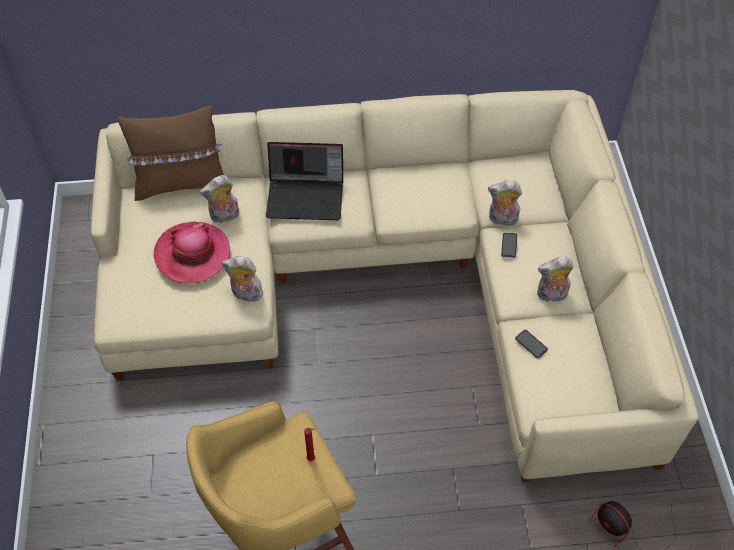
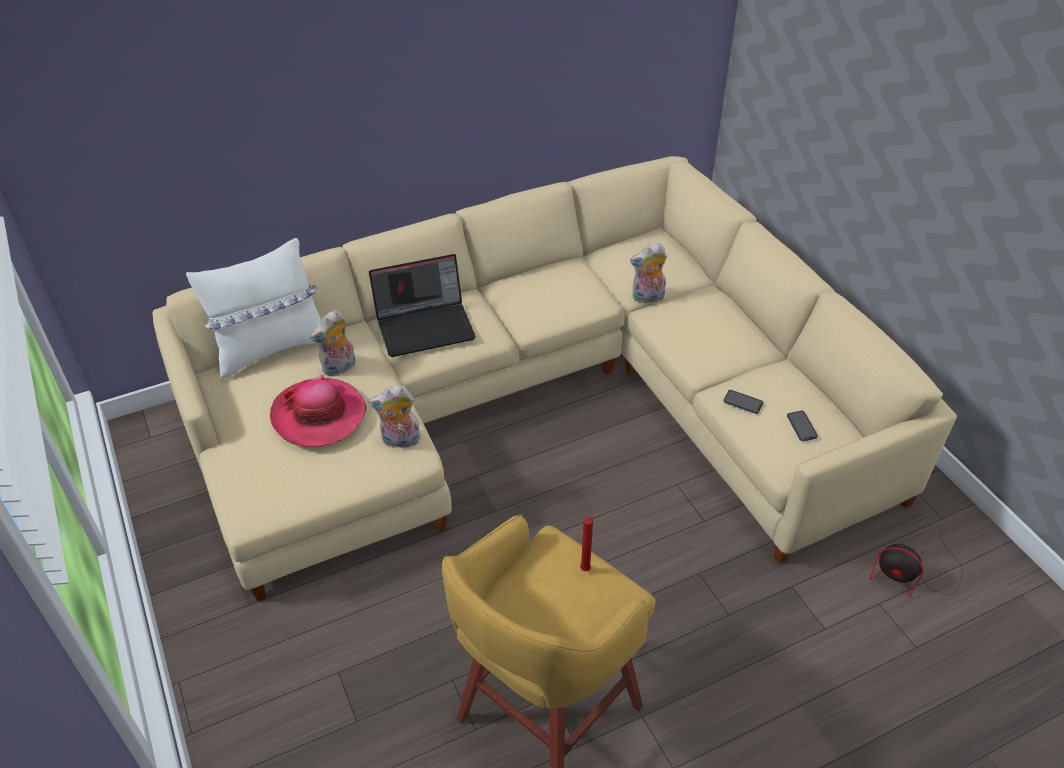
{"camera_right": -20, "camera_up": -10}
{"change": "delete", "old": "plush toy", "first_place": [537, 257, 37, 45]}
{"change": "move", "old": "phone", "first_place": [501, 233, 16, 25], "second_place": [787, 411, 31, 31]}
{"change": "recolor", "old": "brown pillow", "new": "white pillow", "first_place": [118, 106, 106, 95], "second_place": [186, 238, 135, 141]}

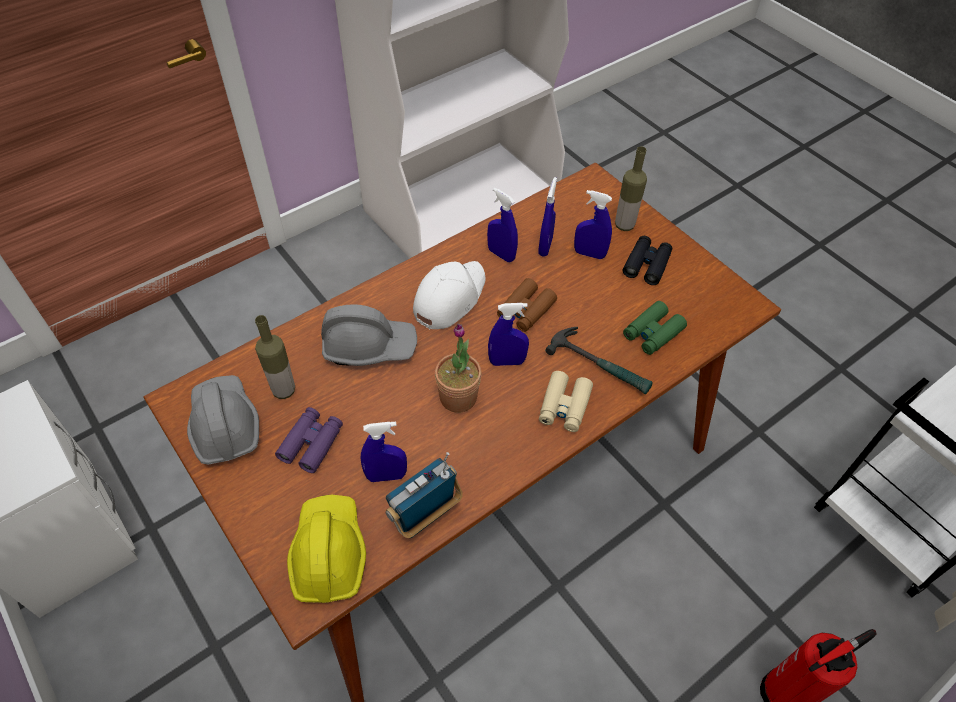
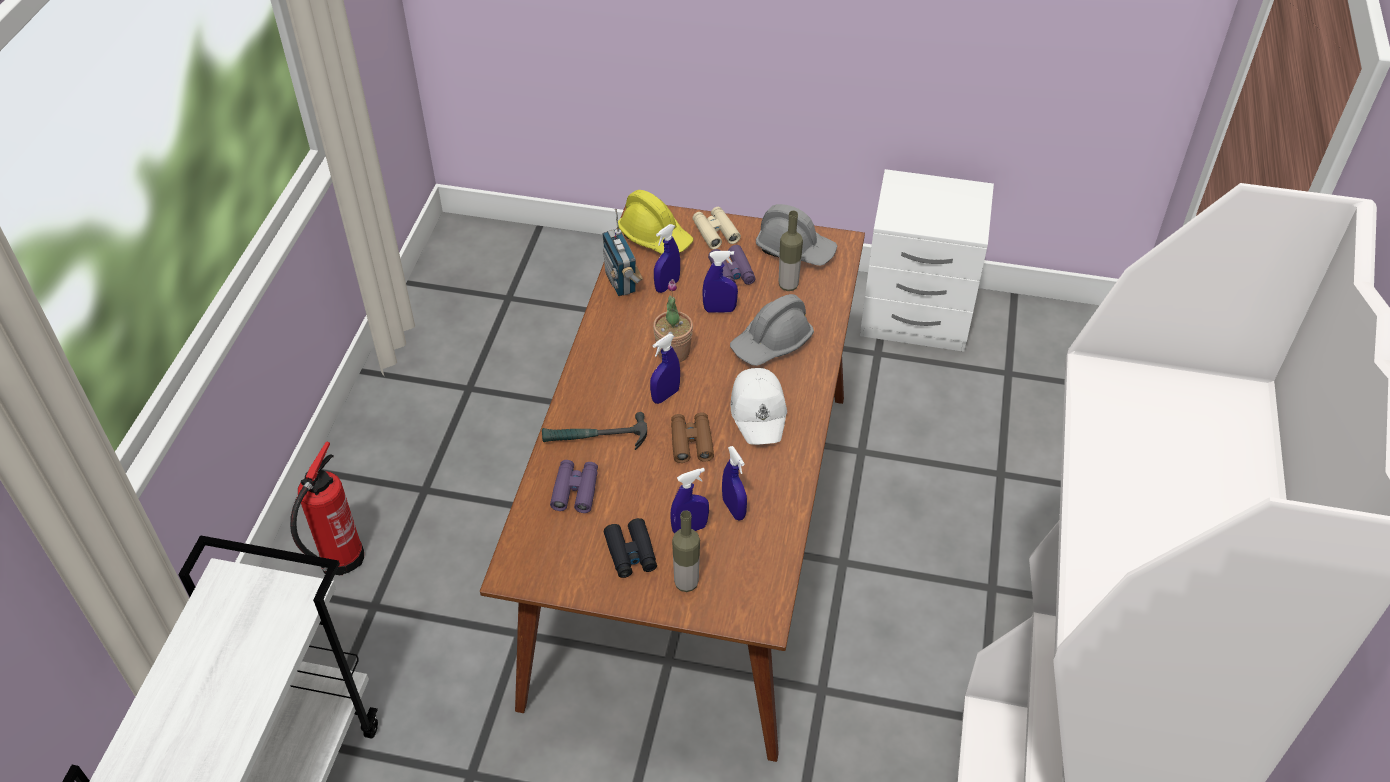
{"camera_right": 140, "camera_up": -5}
{"change": "move", "old": "blue spray bottle", "first_place": [487, 188, 31, 74], "second_place": [702, 251, 36, 62]}
{"change": "move", "old": "beige binoculars", "first_place": [539, 371, 54, 61], "second_place": [693, 207, 48, 42]}
{"change": "recolor", "old": "green binoculars", "new": "purple binoculars", "first_place": [623, 301, 64, 54], "second_place": [550, 460, 48, 53]}
{"change": "rotate", "old": "radio", "first_place": [385, 452, 78, 86], "second_place": [602, 209, 41, 87], "degrees": 150}

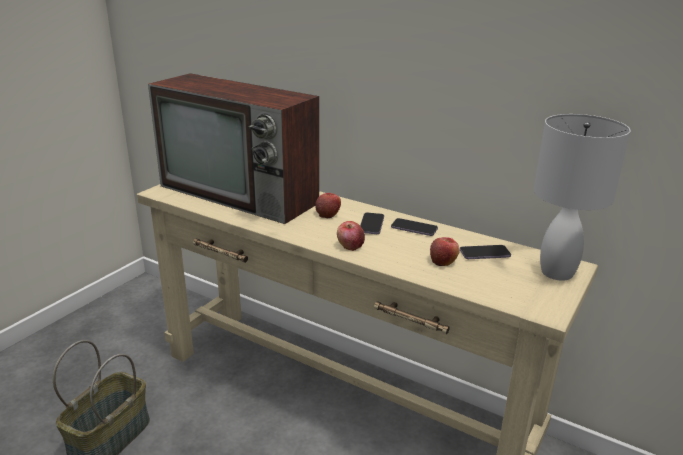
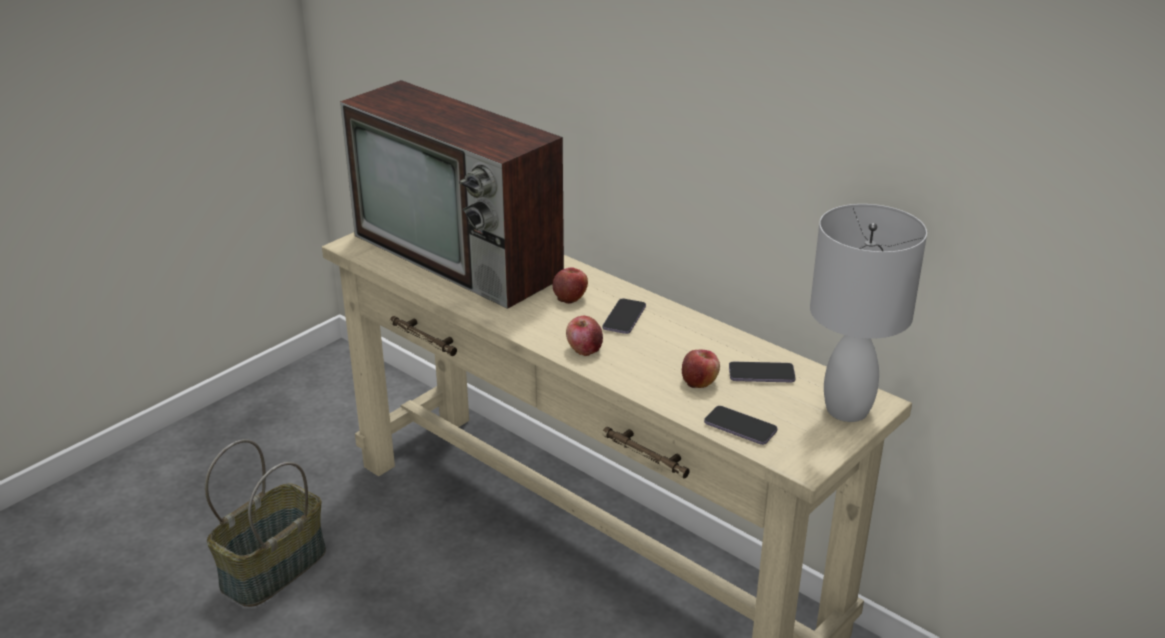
{"camera_right": 10, "camera_up": 5}
{"change": "move", "old": "phone", "first_place": [391, 218, 47, 18], "second_place": [704, 406, 73, 39]}

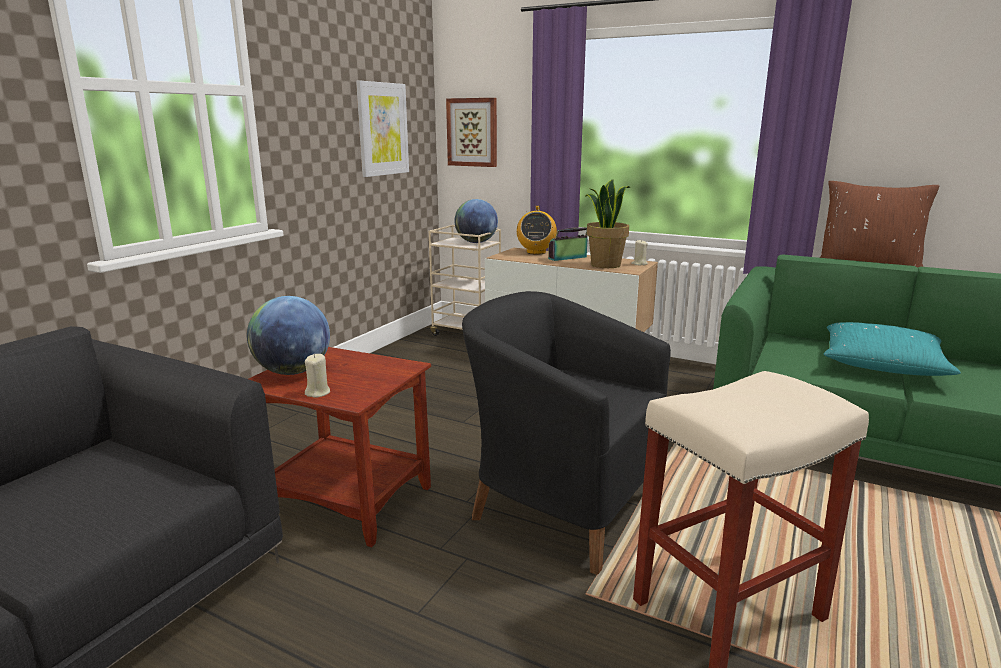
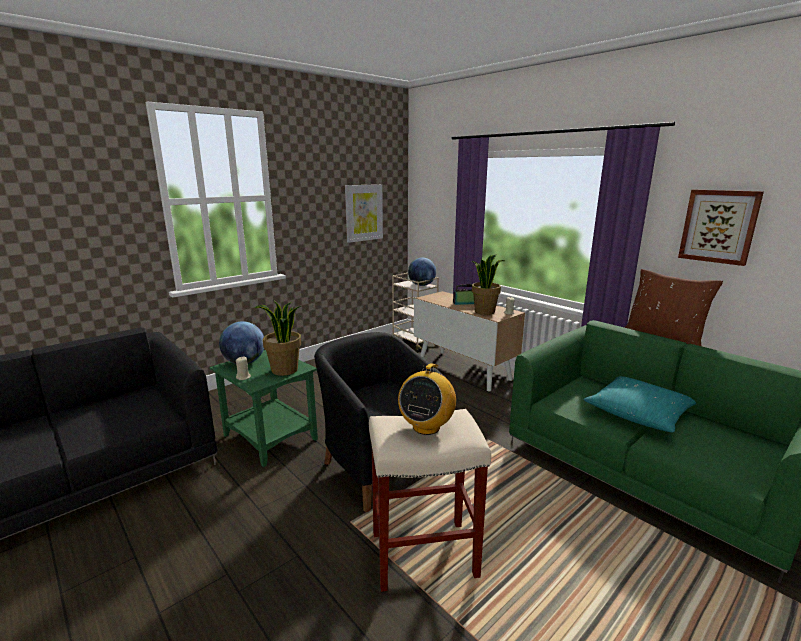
{"camera_right": 20, "camera_up": 0}
{"change": "insert", "new": "potted plant", "second_place": [255, 301, 46, 75]}
{"change": "move", "old": "picture", "first_place": [446, 98, 51, 69], "second_place": [678, 189, 86, 77]}
{"change": "move", "old": "radio", "first_place": [517, 206, 40, 49], "second_place": [398, 363, 58, 72]}
{"change": "recolor", "old": "brown side table", "new": "green side table", "first_place": [249, 347, 182, 200], "second_place": [210, 350, 108, 117]}

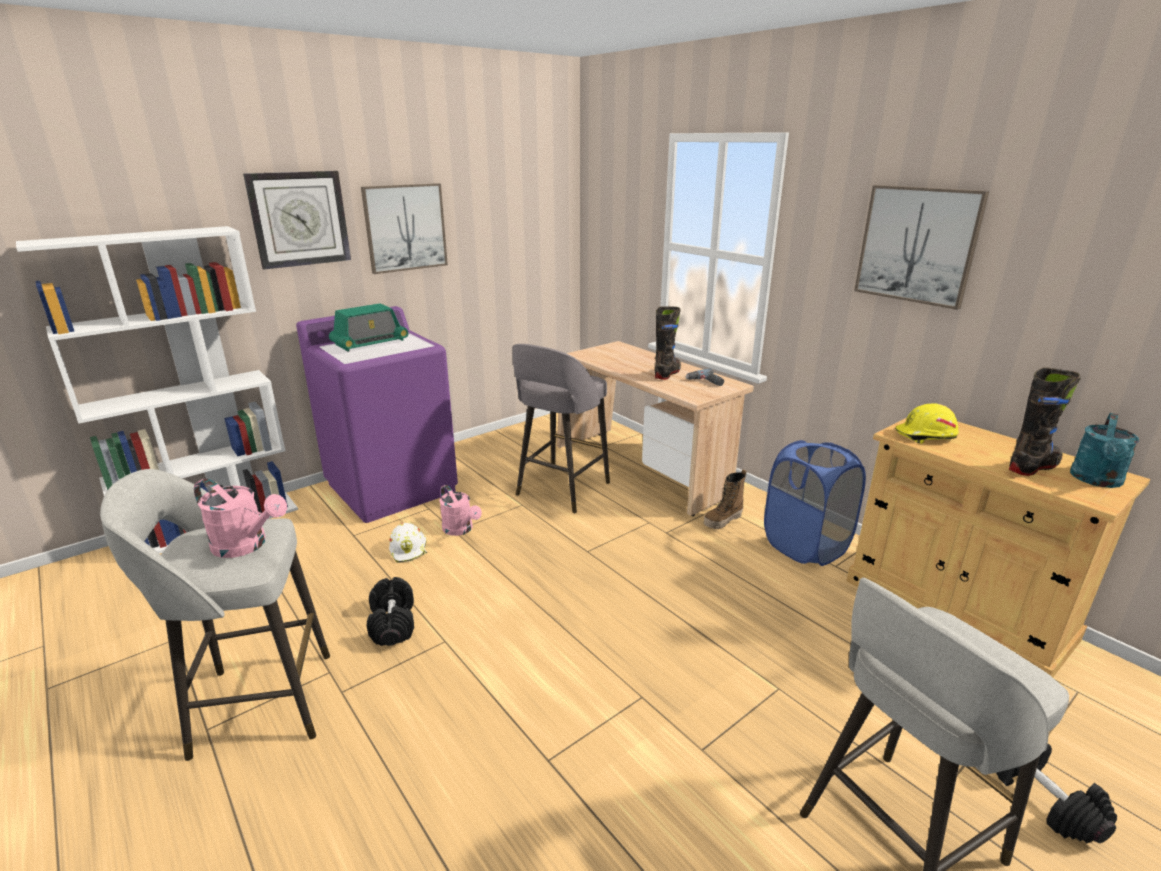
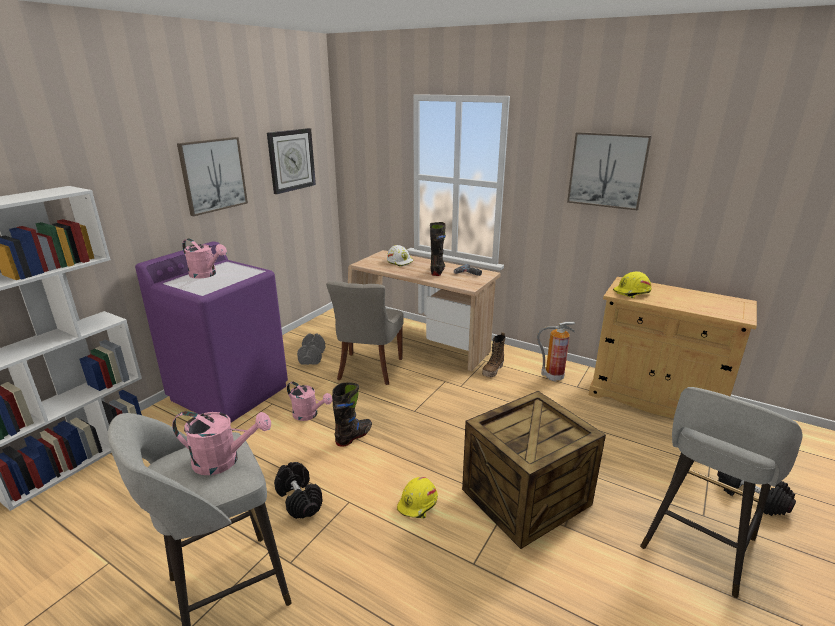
{"camera_right": -20, "camera_up": 0}
{"change": "delete", "old": "turquoise watering can", "first_place": [1070, 413, 69, 75]}
{"change": "insert", "new": "grey dumbbell", "second_place": [297, 333, 28, 32]}
{"change": "insert", "new": "yellow hard hat", "second_place": [397, 477, 41, 41]}
{"change": "insert", "new": "crate", "second_place": [462, 391, 144, 158]}
{"change": "move", "old": "wall clock", "first_place": [243, 171, 108, 99], "second_place": [267, 128, 49, 66]}
{"change": "move", "old": "white hard hat", "first_place": [389, 523, 38, 40], "second_place": [387, 245, 27, 22]}
{"change": "move", "old": "black boot", "first_place": [1009, 367, 72, 109], "second_place": [332, 382, 40, 65]}
{"change": "replace", "old": "radio", "new": "pink watering can", "first_place": [329, 303, 79, 49], "second_place": [182, 239, 45, 40]}
{"change": "replace", "old": "grey stool", "new": "grey chair", "first_place": [512, 344, 98, 169], "second_place": [326, 281, 78, 104]}
{"change": "replace", "old": "blue laundry basket", "new": "fire extinguisher", "first_place": [764, 440, 102, 126], "second_place": [537, 322, 38, 60]}

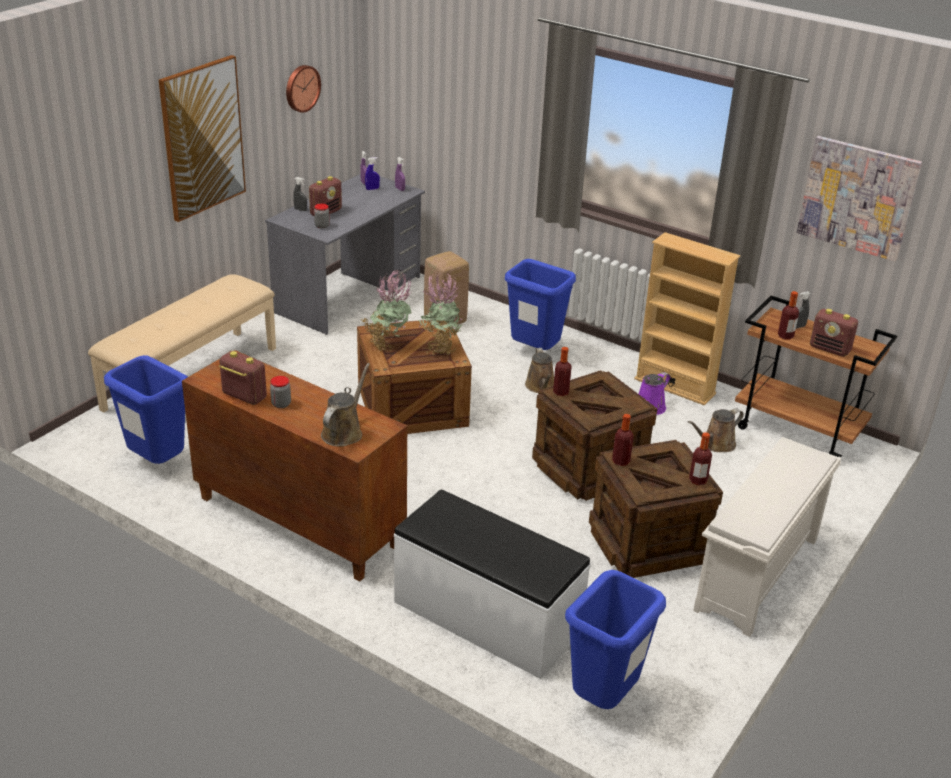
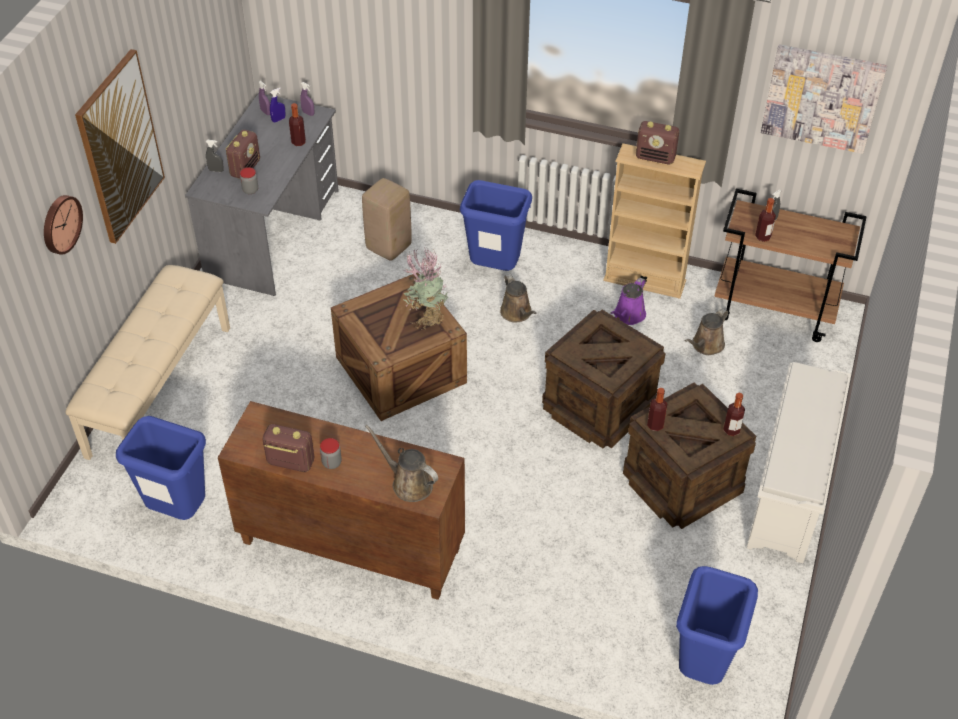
{"camera_right": -15, "camera_up": 15}
{"change": "delete", "old": "potted plant", "first_place": [361, 270, 50, 81]}
{"change": "delete", "old": "white bench", "first_place": [394, 490, 197, 189]}
{"change": "move", "old": "wall clock", "first_place": [286, 65, 35, 48], "second_place": [44, 195, 39, 60]}
{"change": "move", "old": "bottle", "first_place": [553, 347, 19, 49], "second_place": [289, 103, 17, 43]}
{"change": "move", "old": "radio", "first_place": [810, 309, 48, 48], "second_place": [636, 121, 43, 44]}
{"change": "rotate", "old": "brown watering can", "first_place": [321, 363, 49, 84], "second_place": [365, 425, 73, 77], "degrees": -60}

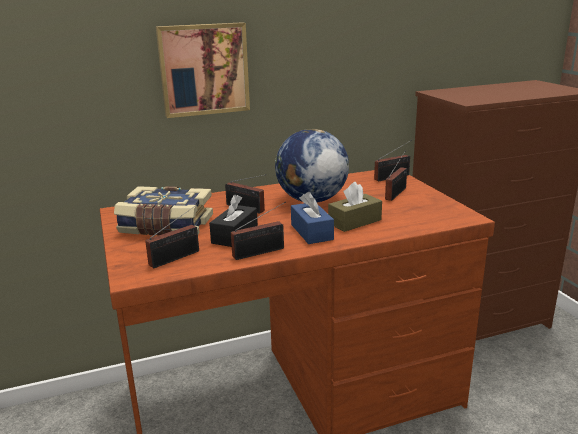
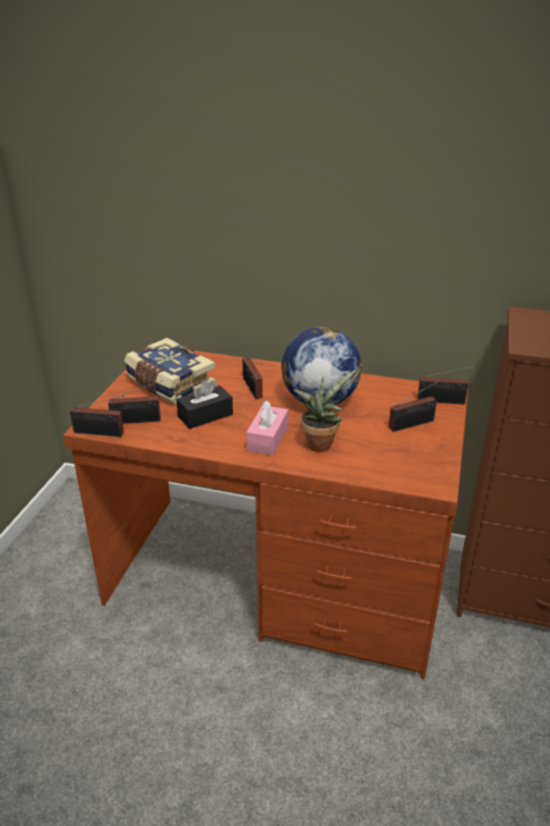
{"camera_right": 35, "camera_up": 10}
{"change": "delete", "old": "picture", "first_place": [156, 22, 94, 96]}
{"change": "move", "old": "radio", "first_place": [231, 202, 55, 58], "second_place": [70, 396, 54, 41]}
{"change": "replace", "old": "brown tissue box", "new": "potted plant", "first_place": [328, 182, 54, 50], "second_place": [293, 370, 63, 82]}
{"change": "recolor", "old": "blue tissue box", "new": "pink tissue box", "first_place": [291, 192, 43, 52], "second_place": [246, 400, 42, 56]}

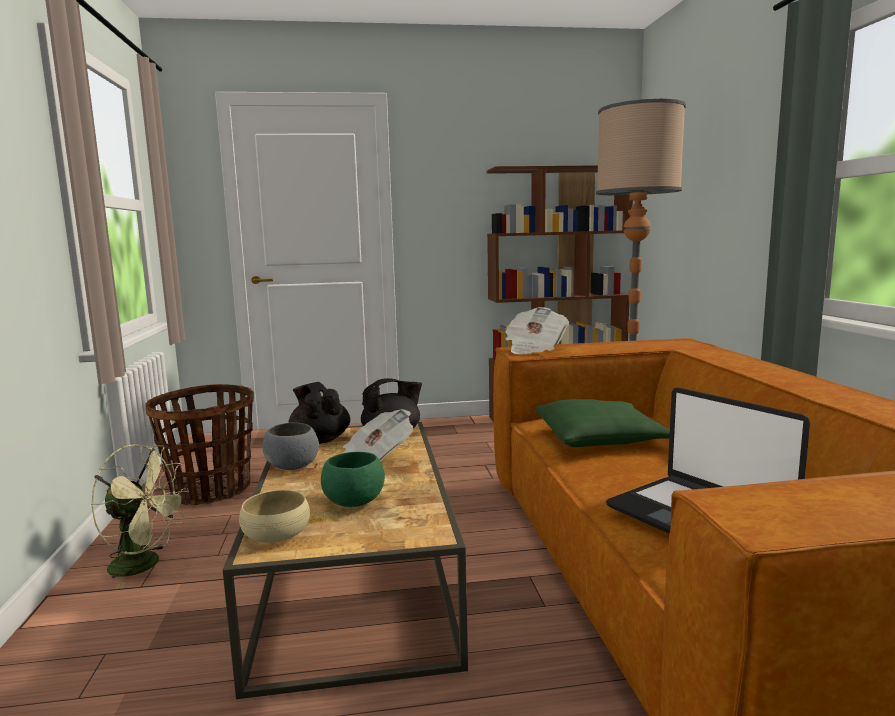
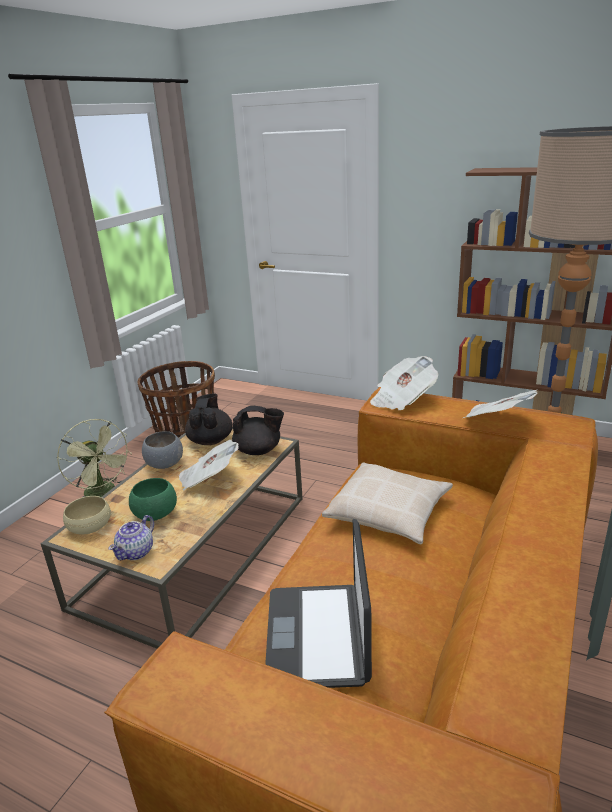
{"camera_right": 35, "camera_up": 15}
{"change": "insert", "new": "teapot", "second_place": [109, 515, 45, 45]}
{"change": "insert", "new": "newspaper", "second_place": [463, 390, 75, 28]}
{"change": "recolor", "old": "green pillow", "new": "beige pillow", "first_place": [535, 399, 135, 48], "second_place": [322, 462, 131, 82]}

